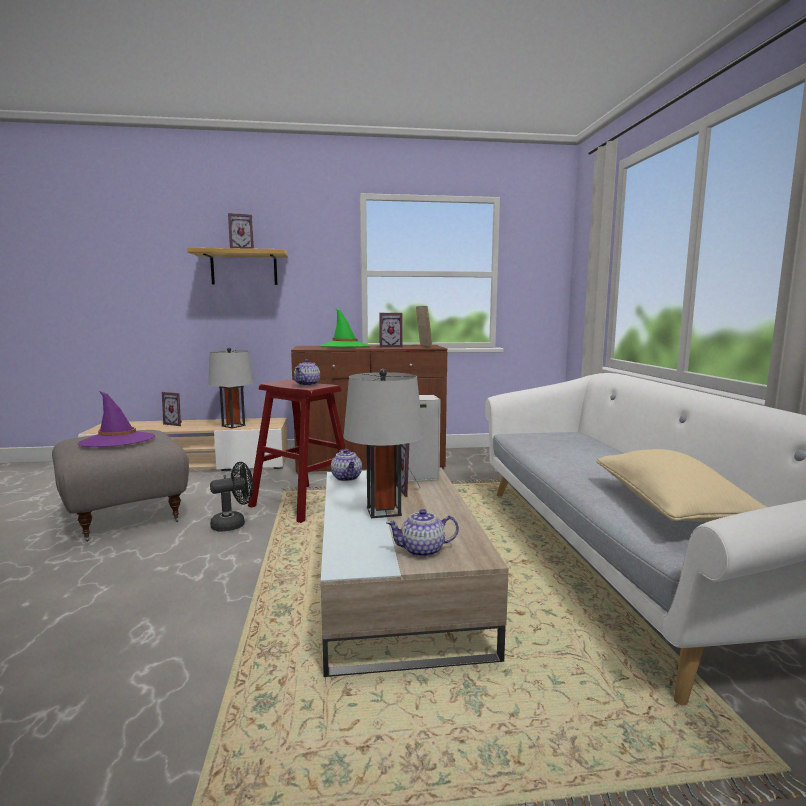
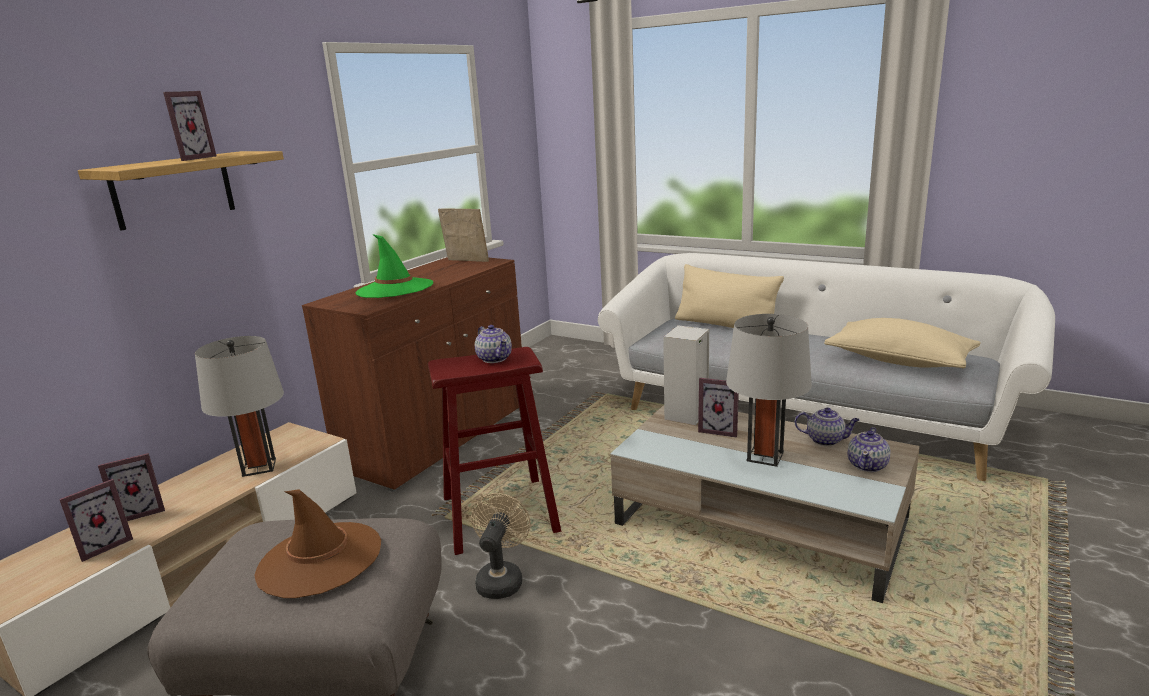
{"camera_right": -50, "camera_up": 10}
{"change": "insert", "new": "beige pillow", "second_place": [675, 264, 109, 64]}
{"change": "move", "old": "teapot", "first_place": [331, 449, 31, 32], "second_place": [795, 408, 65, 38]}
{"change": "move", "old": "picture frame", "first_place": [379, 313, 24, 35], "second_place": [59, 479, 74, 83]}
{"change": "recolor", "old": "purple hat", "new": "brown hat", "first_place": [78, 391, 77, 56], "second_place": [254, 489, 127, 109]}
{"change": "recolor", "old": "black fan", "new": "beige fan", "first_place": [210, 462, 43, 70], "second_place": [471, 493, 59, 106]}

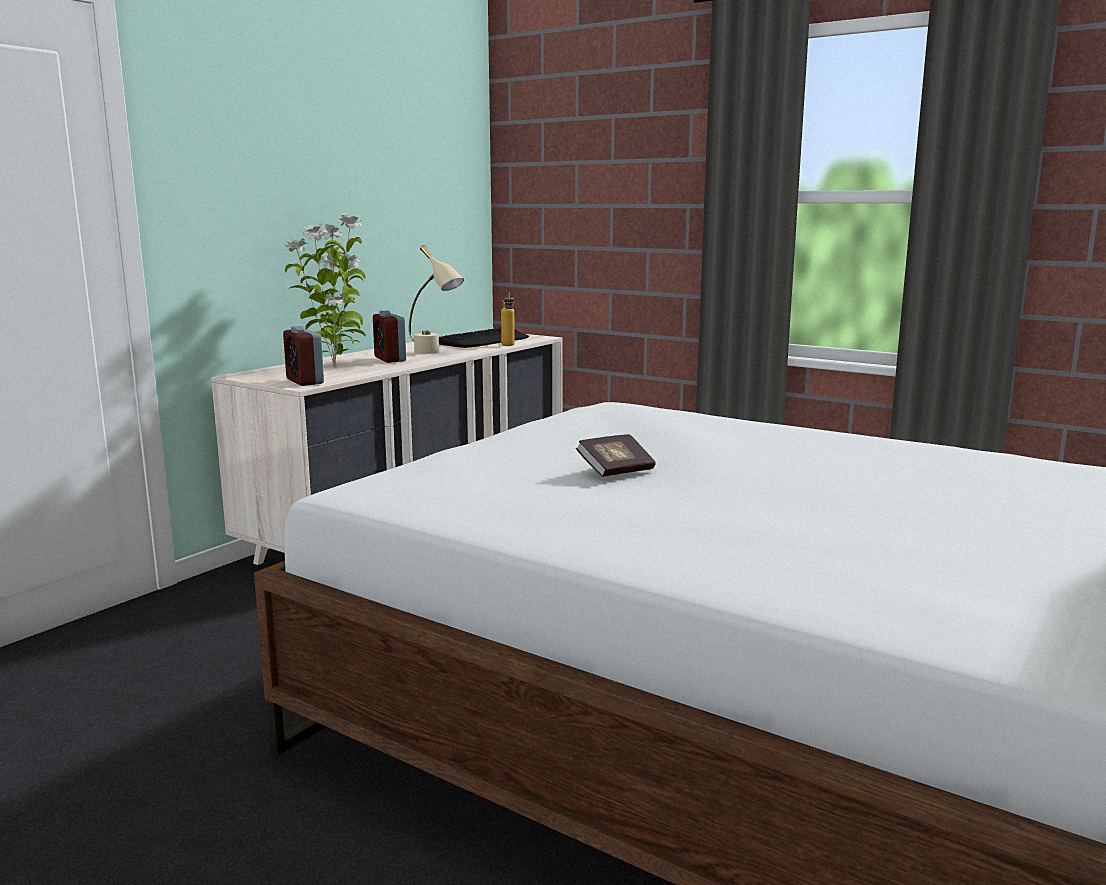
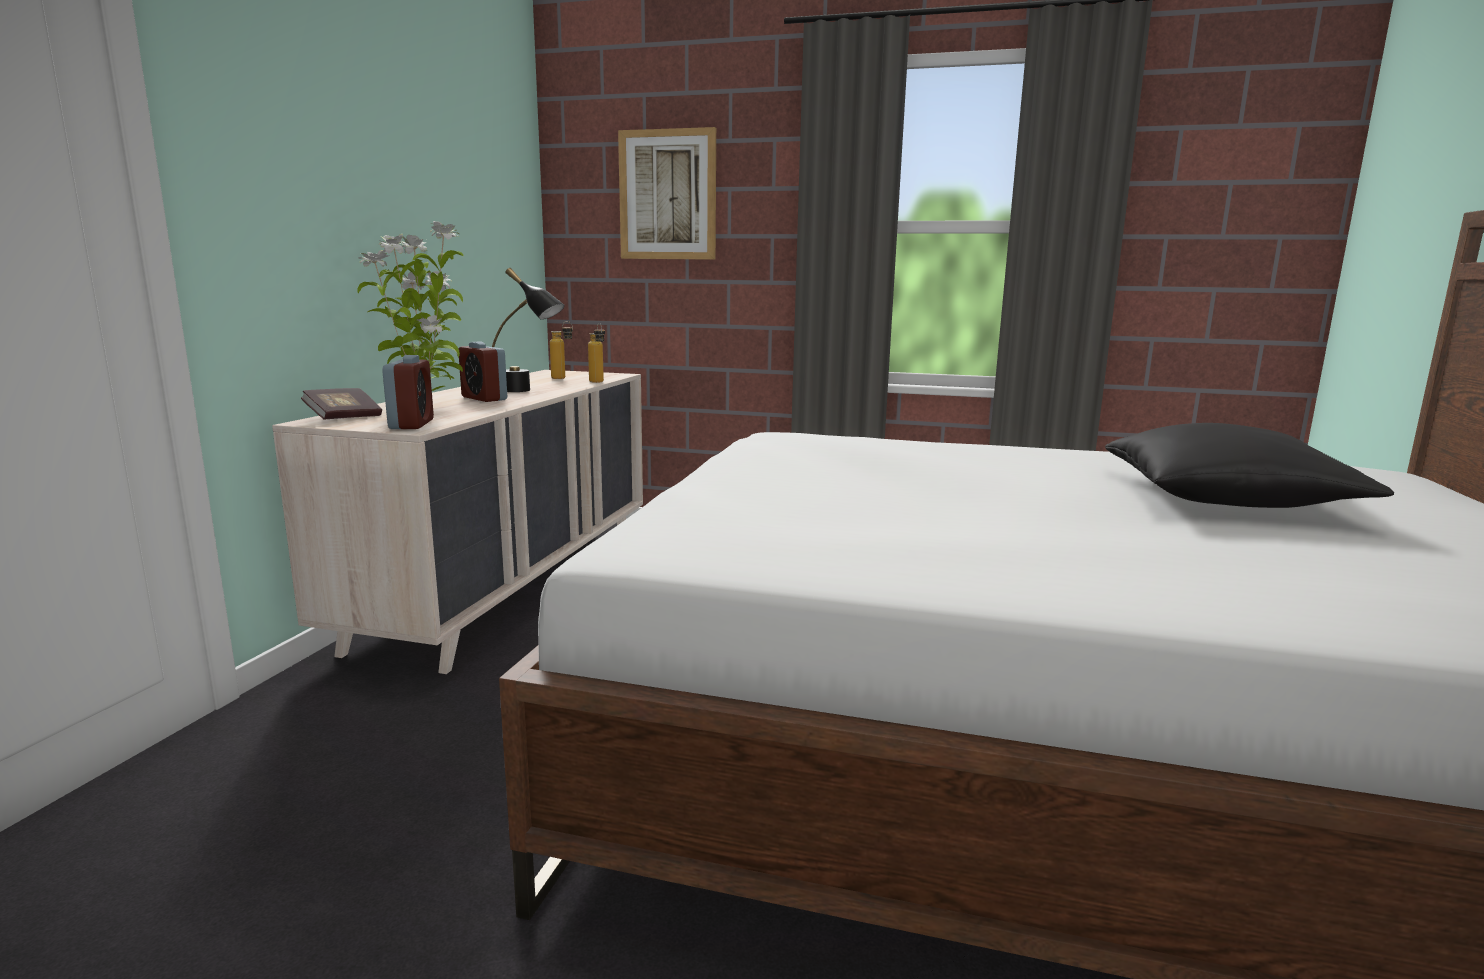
{"camera_right": -20, "camera_up": 0}
{"change": "insert", "new": "picture", "second_place": [618, 127, 98, 133]}
{"change": "insert", "new": "black pillow", "second_place": [1105, 423, 289, 85]}
{"change": "move", "old": "book", "first_place": [576, 434, 80, 43], "second_place": [301, 388, 81, 32]}
{"change": "replace", "old": "keyboard", "new": "bottle", "first_place": [439, 328, 90, 20], "second_place": [550, 321, 23, 58]}
{"change": "recolor", "old": "beige table lamp", "new": "black table lamp", "first_place": [409, 245, 55, 109], "second_place": [492, 268, 73, 124]}
{"change": "rotate", "old": "alarm clock", "first_place": [283, 326, 41, 60], "second_place": [382, 355, 52, 74], "degrees": -135}

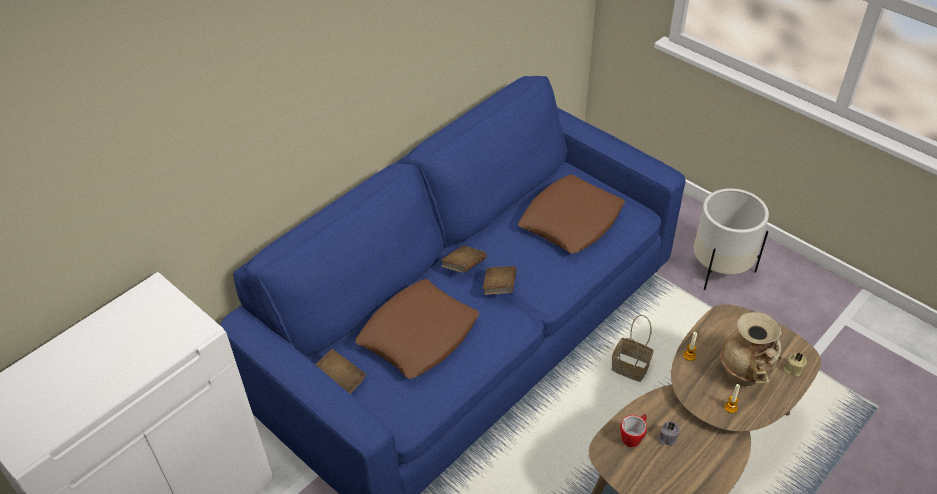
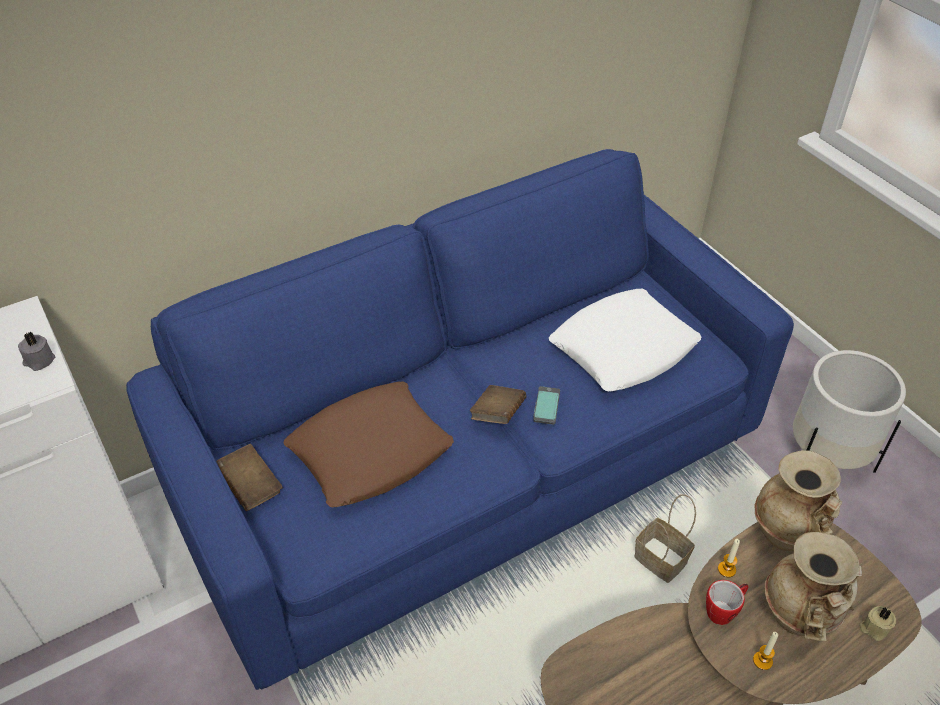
{"camera_right": 15, "camera_up": 0}
{"change": "delete", "old": "brown book", "first_place": [441, 245, 46, 28]}
{"change": "insert", "new": "phone", "second_place": [533, 386, 27, 39]}
{"change": "insert", "new": "beige vase", "second_place": [754, 450, 88, 101]}
{"change": "move", "old": "mug", "first_place": [620, 414, 27, 33], "second_place": [706, 580, 42, 45]}
{"change": "move", "old": "grey candle", "first_place": [658, 421, 22, 25], "second_place": [18, 331, 37, 40]}
{"change": "recolor", "old": "brown pillow", "new": "white pillow", "first_place": [518, 174, 107, 80], "second_place": [549, 288, 153, 103]}

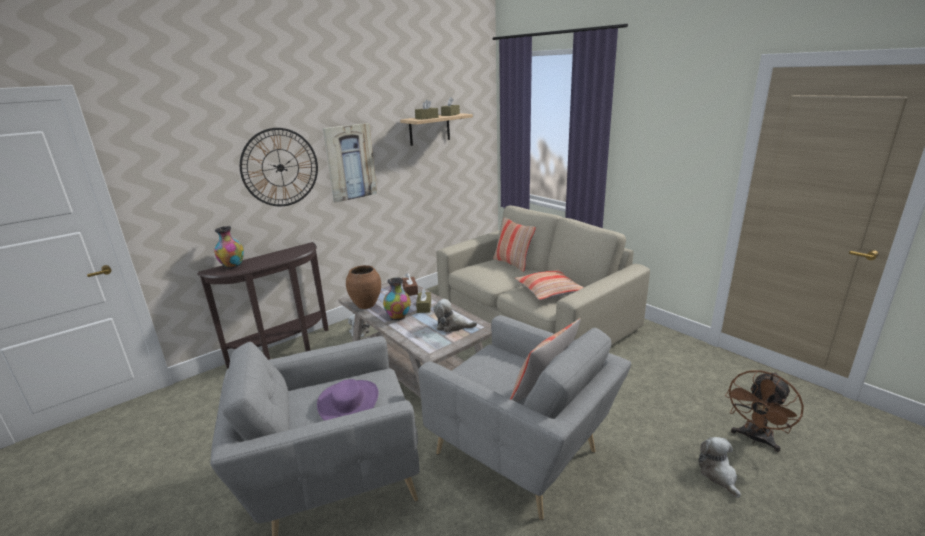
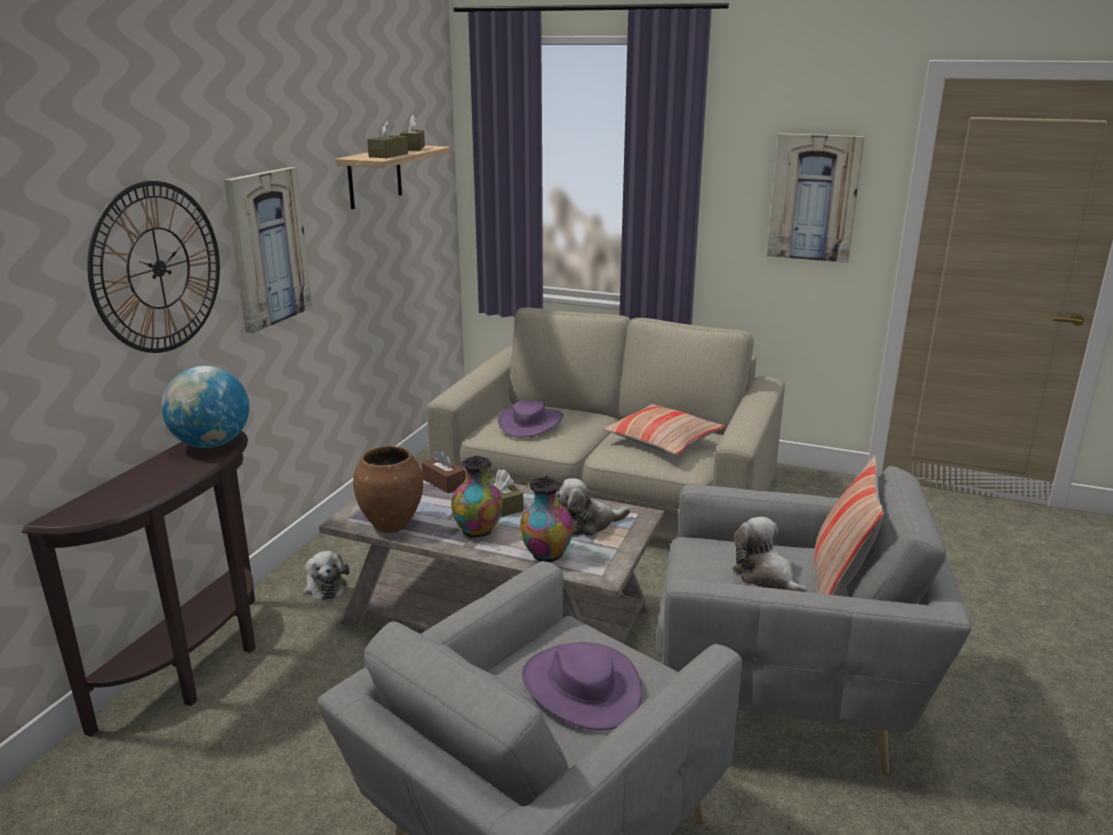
{"camera_right": -30, "camera_up": 0}
{"change": "delete", "old": "pillow", "first_place": [493, 217, 43, 55]}
{"change": "delete", "old": "brown fan", "first_place": [725, 370, 79, 82]}
{"change": "insert", "new": "globe", "second_place": [161, 366, 88, 82]}
{"change": "insert", "new": "purple hat", "second_place": [498, 399, 66, 39]}
{"change": "insert", "new": "picture", "second_place": [767, 133, 98, 130]}
{"change": "move", "old": "vase", "first_place": [214, 226, 30, 43], "second_place": [520, 476, 53, 86]}
{"change": "move", "old": "plush toy", "first_place": [698, 437, 43, 61], "second_place": [732, 517, 76, 75]}

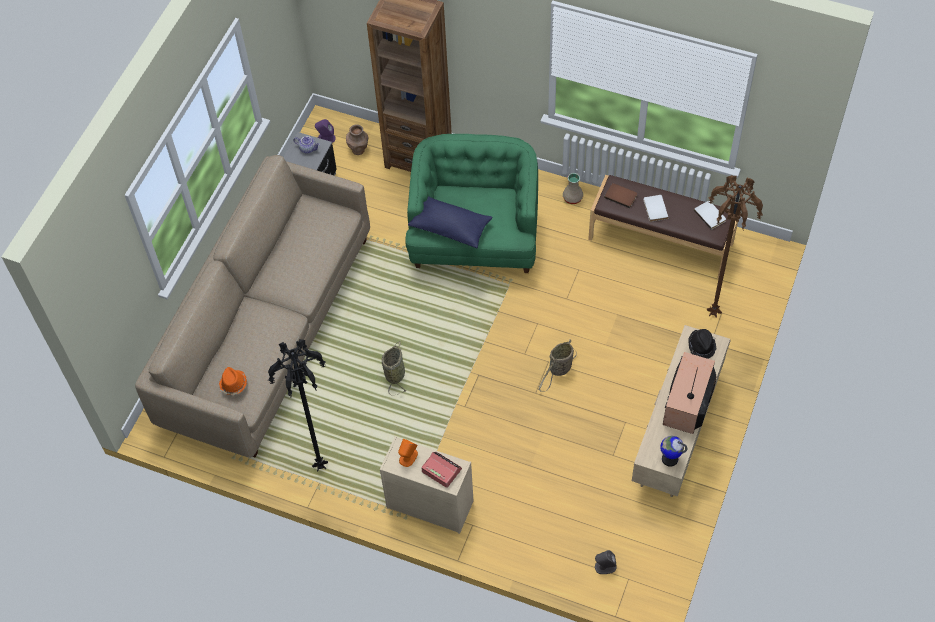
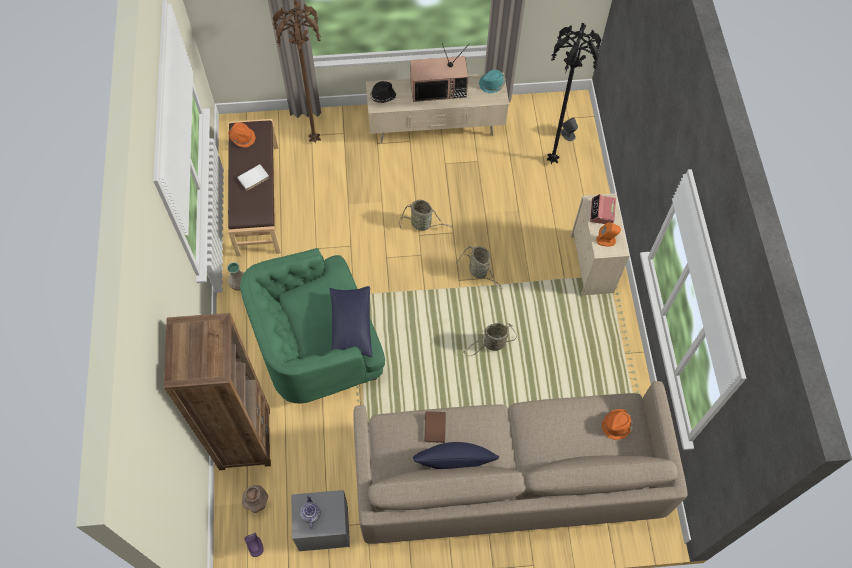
{"camera_right": -120, "camera_up": 5}
{"change": "insert", "new": "blue pillow", "second_place": [413, 442, 86, 27]}
{"change": "insert", "new": "basket", "second_place": [456, 246, 46, 44]}
{"change": "move", "old": "black floor lamp", "first_place": [268, 339, 60, 132], "second_place": [547, 23, 54, 141]}
{"change": "move", "old": "brown book", "first_place": [604, 183, 33, 25], "second_place": [424, 411, 22, 32]}
{"change": "replace", "old": "globe", "new": "turquoise hat", "first_place": [660, 436, 28, 31], "second_place": [479, 70, 27, 23]}
{"change": "replace", "old": "white book", "new": "orange hat", "first_place": [694, 201, 32, 29], "second_place": [228, 122, 28, 25]}

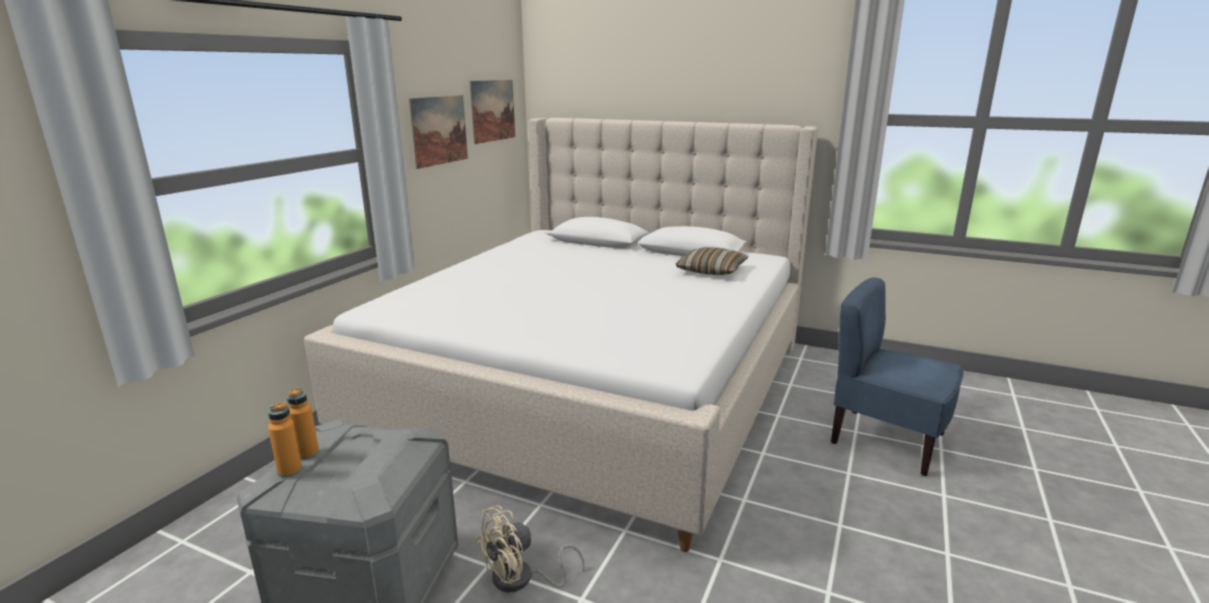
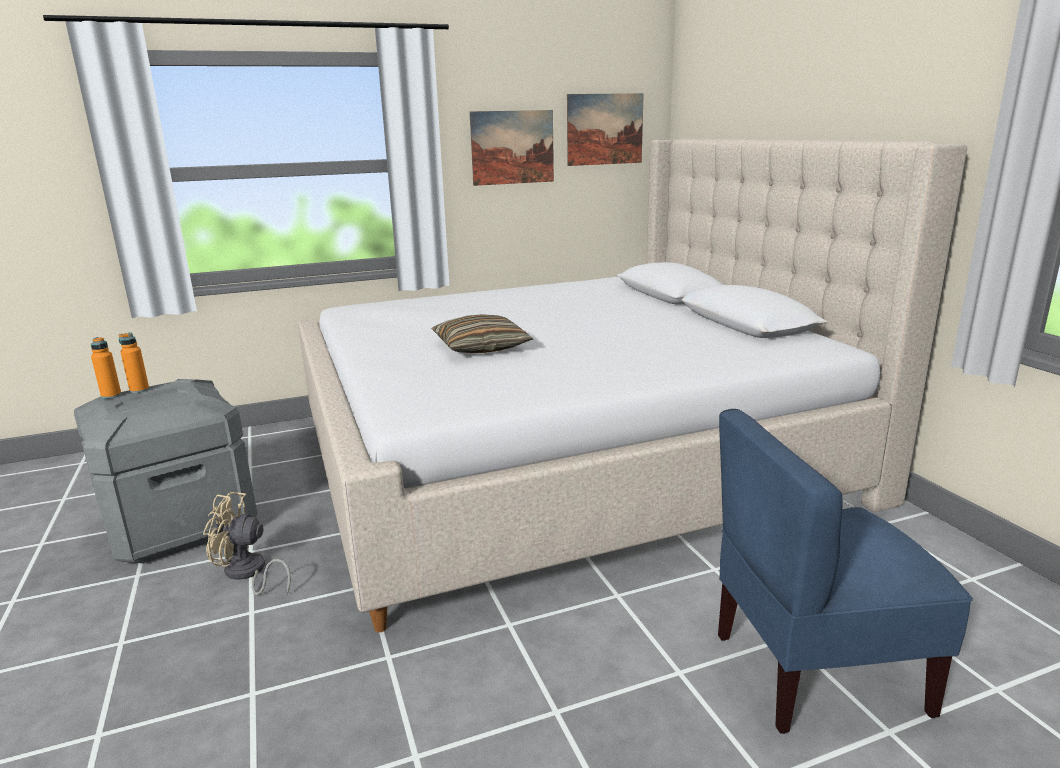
{"camera_right": 45, "camera_up": 0}
{"change": "move", "old": "pillow", "first_place": [675, 247, 73, 28], "second_place": [432, 314, 101, 39]}
{"change": "rotate", "old": "blue chair", "first_place": [831, 278, 132, 198], "second_place": [718, 409, 255, 325], "degrees": -90}

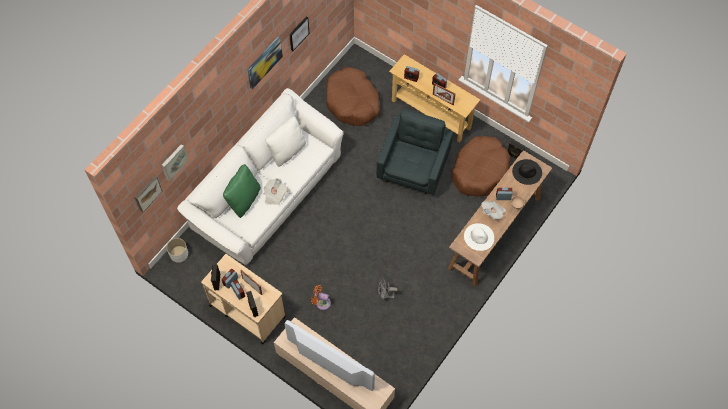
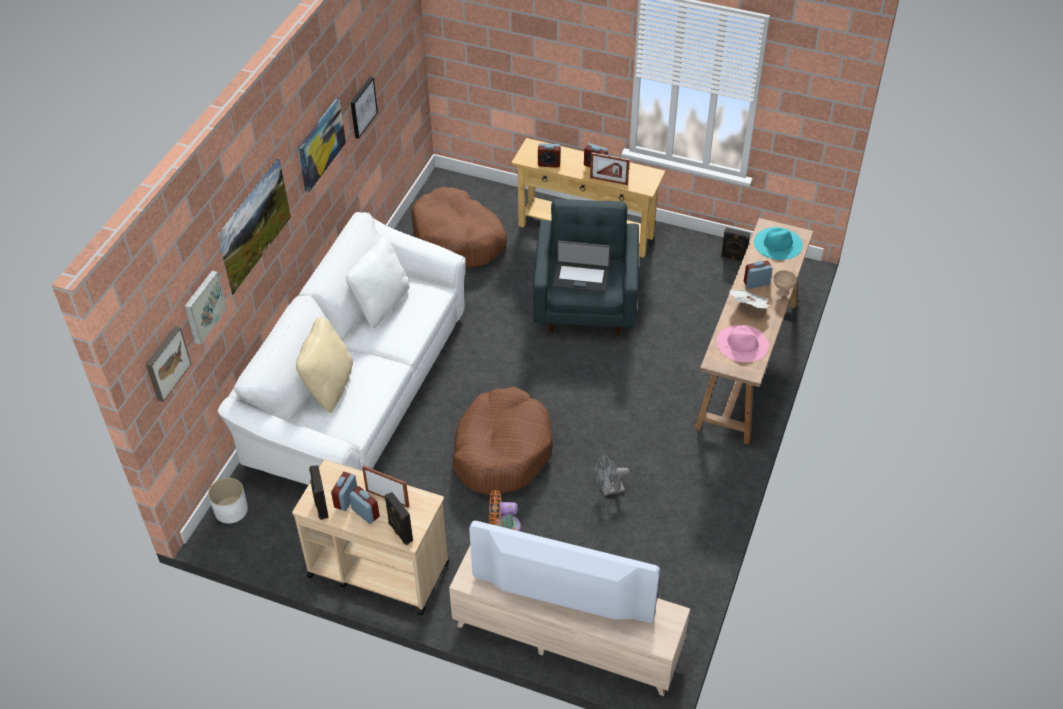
{"camera_right": -15, "camera_up": -15}
{"change": "delete", "old": "newspaper", "first_place": [264, 178, 23, 27]}
{"change": "insert", "new": "picture", "second_place": [217, 157, 74, 139]}
{"change": "insert", "new": "laptop", "second_place": [553, 241, 57, 51]}
{"change": "move", "old": "brown dog bed", "first_place": [451, 136, 59, 61], "second_place": [453, 387, 100, 108]}
{"change": "recolor", "old": "green pillow", "new": "beige pillow", "first_place": [223, 164, 38, 54], "second_place": [296, 316, 57, 97]}
{"change": "recolor", "old": "white hat", "new": "pink hat", "first_place": [464, 223, 30, 28], "second_place": [717, 325, 52, 38]}
{"change": "recolor", "old": "black hat", "new": "turquoise hat", "first_place": [512, 159, 30, 26], "second_place": [754, 227, 49, 33]}

